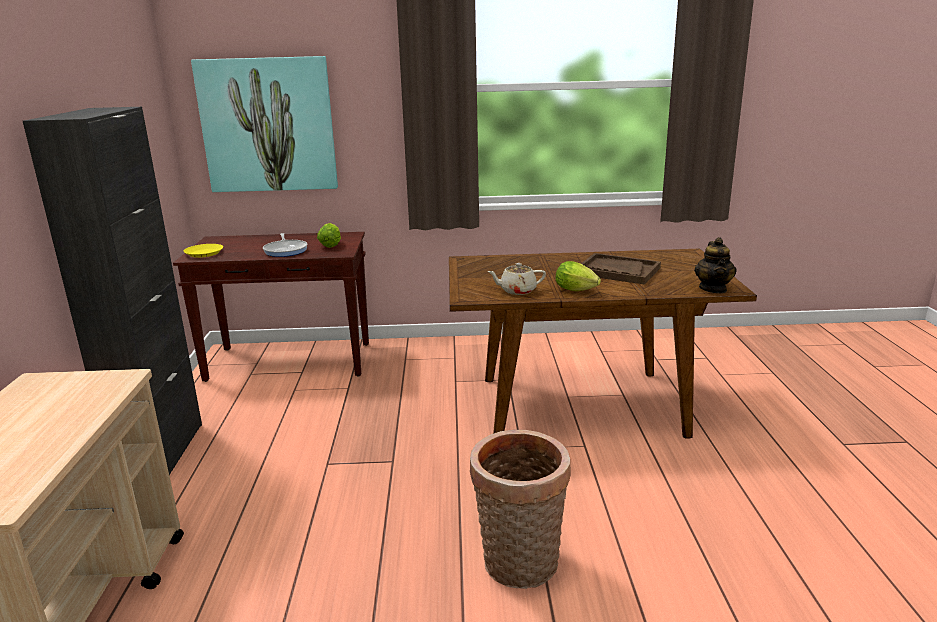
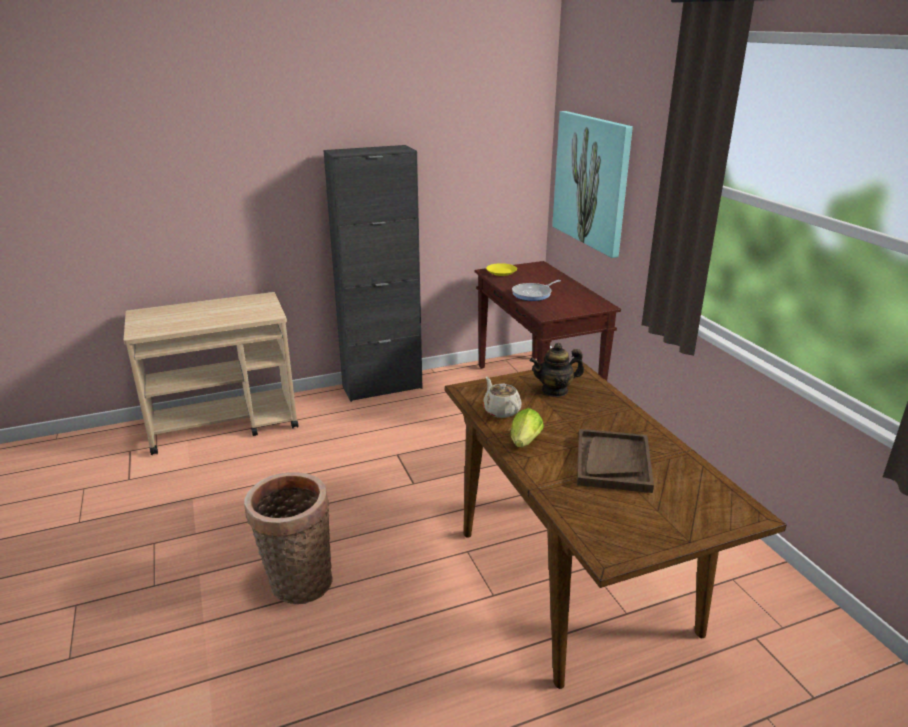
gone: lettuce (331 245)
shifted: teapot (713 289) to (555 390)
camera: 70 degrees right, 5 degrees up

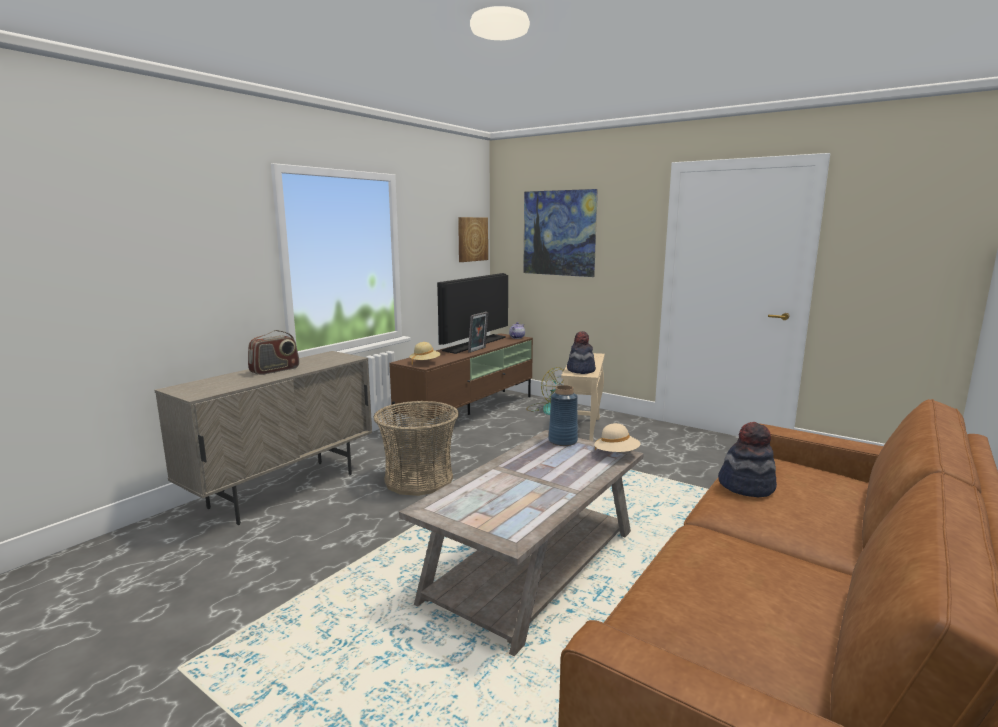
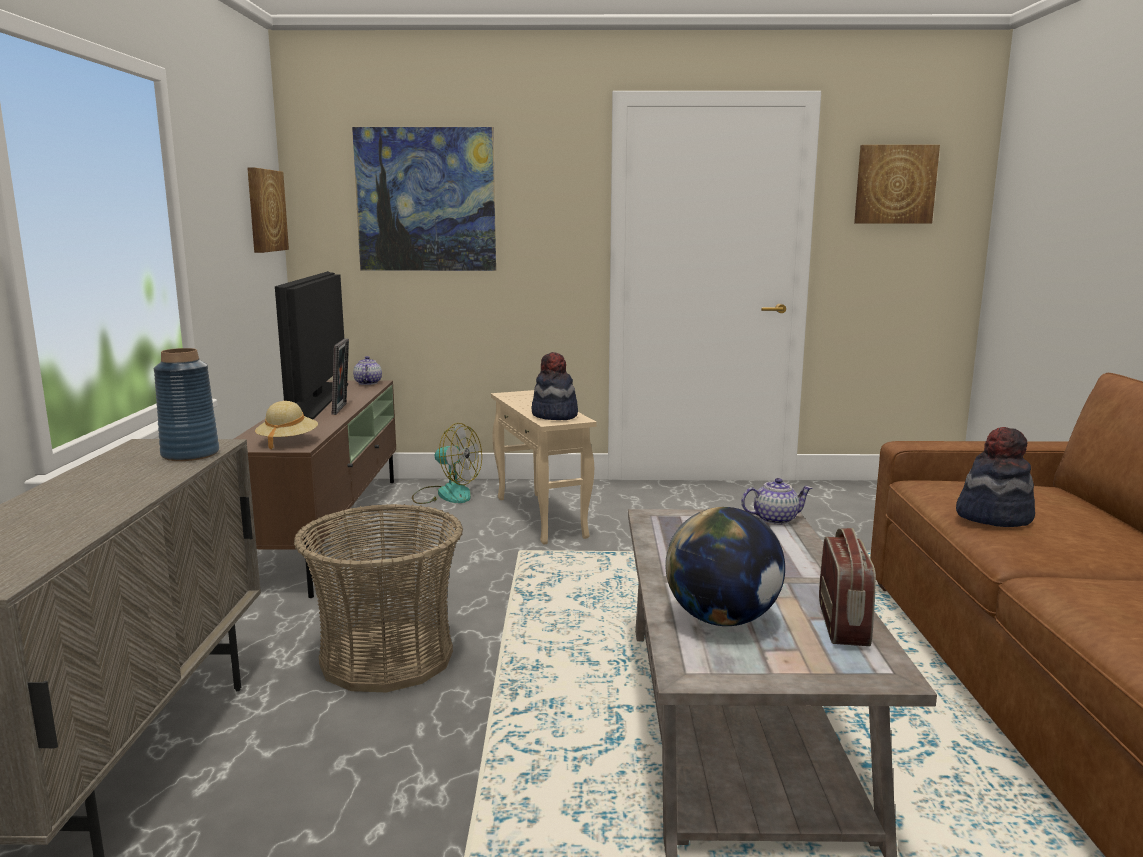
new: picture (895 184); globe (722 619)
shifted: radio (275 370) to (843 624); blue vase (562 441) to (190 454)
swapped: beige hat (616 454) to teapot (775 519)
camera: 35 degrees left, 0 degrees up

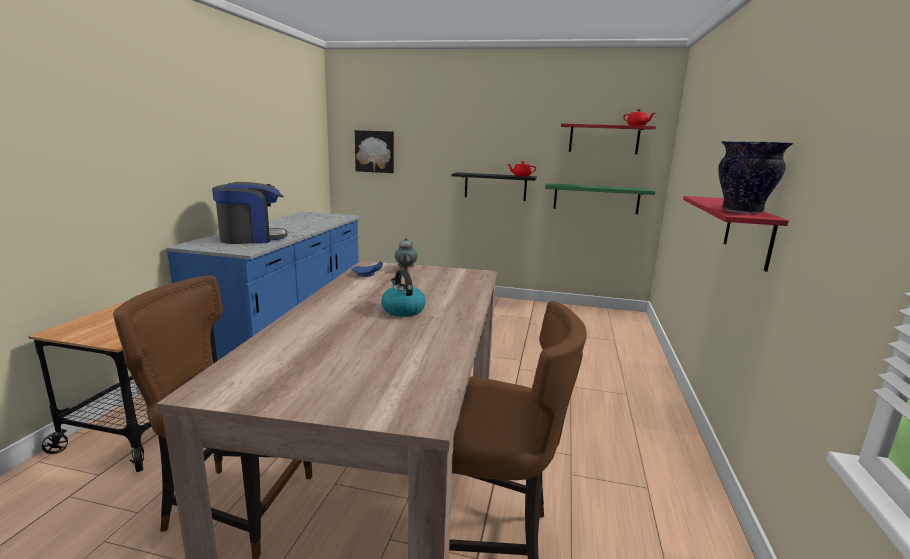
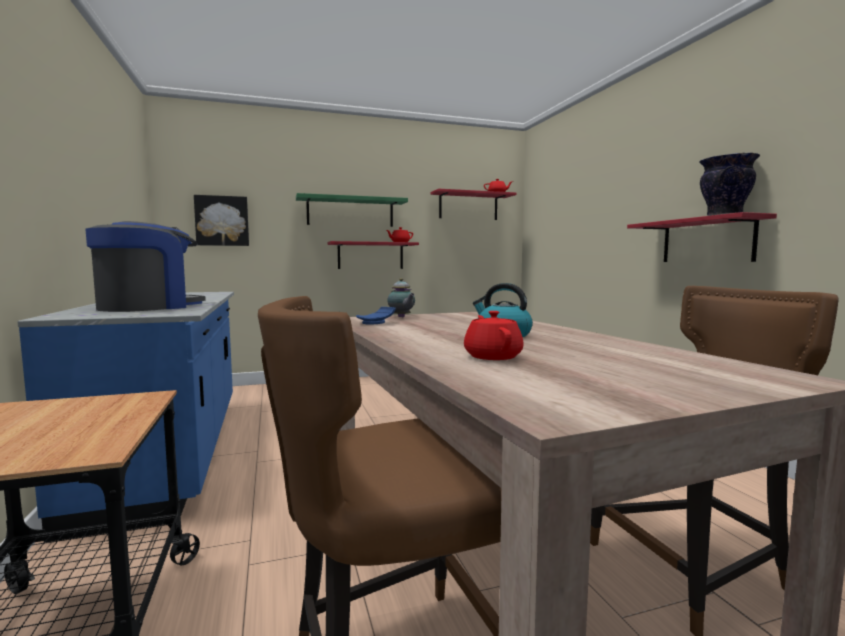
new: red teapot (492 356)
shifted: green shelf (596 198) to (350 212)
repainted: black shelf (495 186) to red shelf (370 255)
camera: 30 degrees left, 10 degrees down

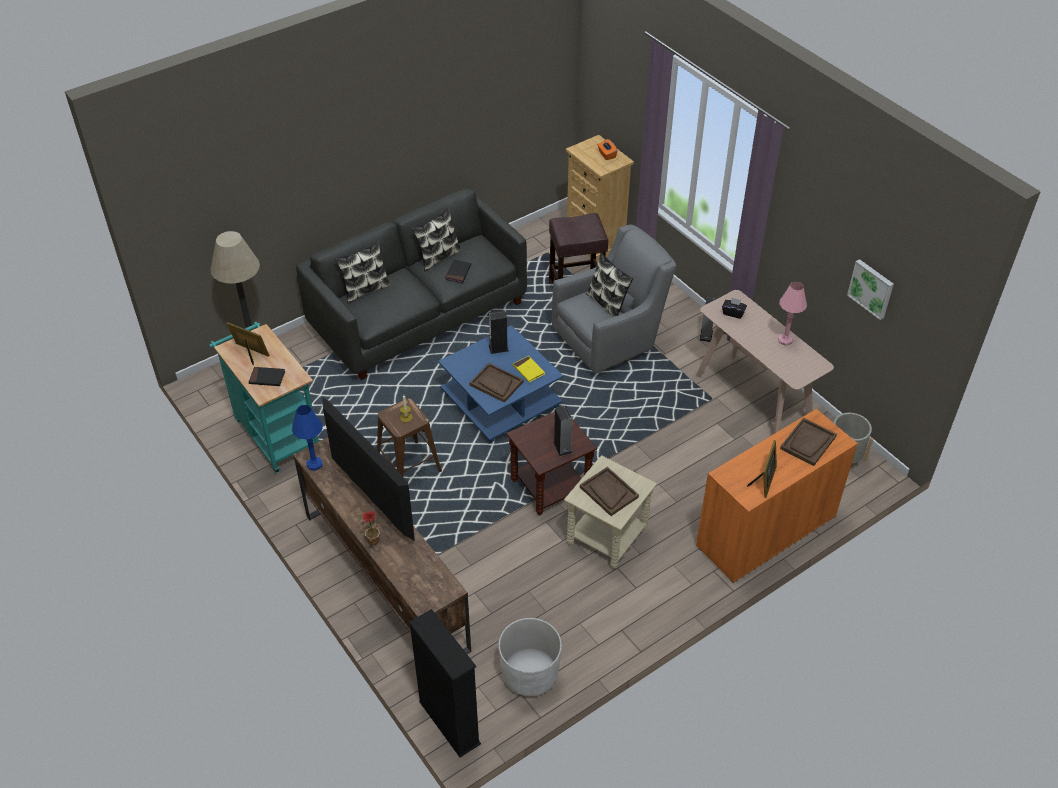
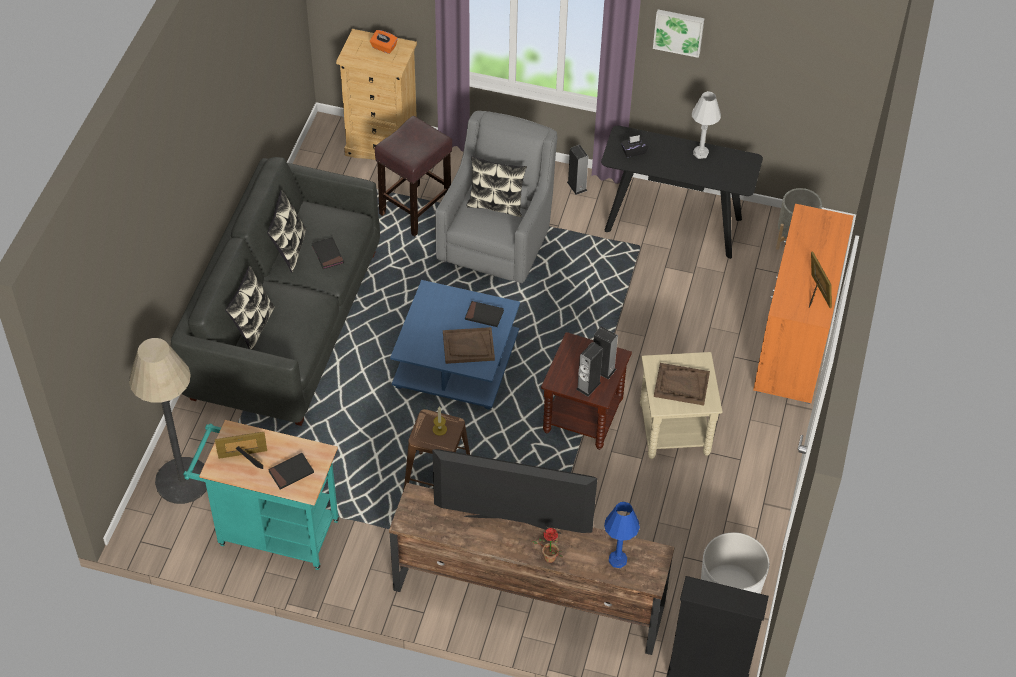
gone: brown tray (808 443)
shifted: picture (871 288) to (678 31); speaker (498 348) to (588 386); blue table lamp (314 464) to (617 560)
repainted: pink table lamp (785 340) to white table lamp (700 153); beige console table (753 398) to black console table (673 224); yellow book (528 370) to black book (484 315)
camera: 40 degrees left, 5 degrees up

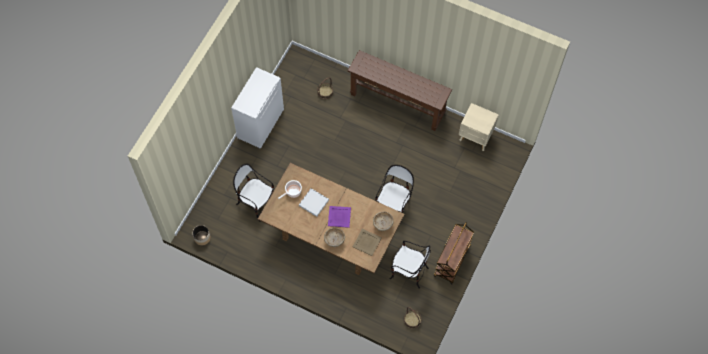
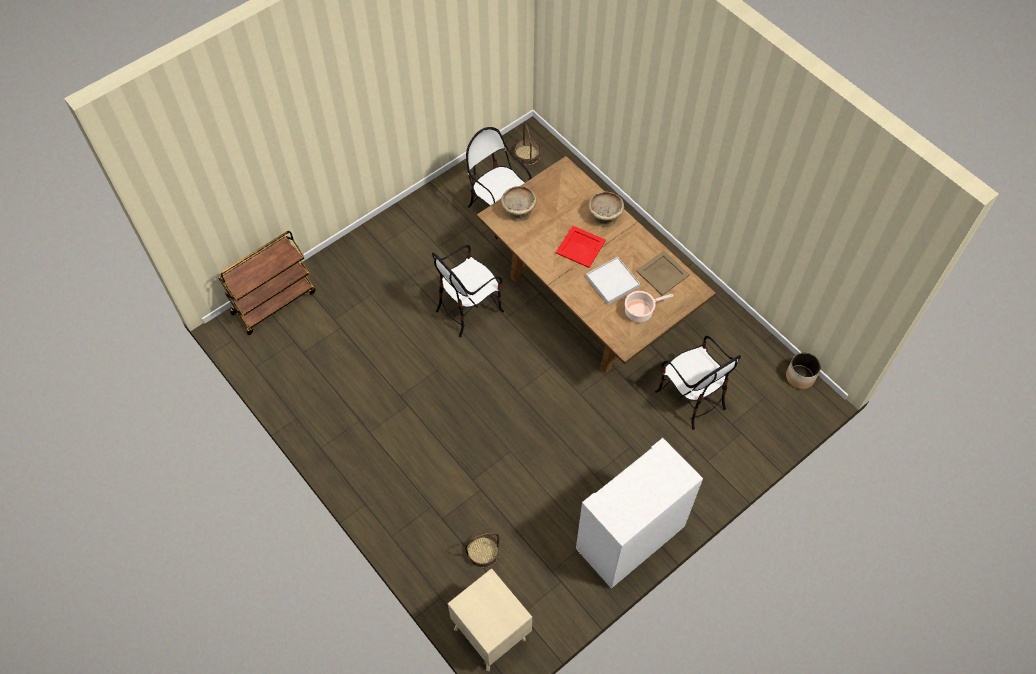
gone: brown console table (397 103)
shifted: beige nightstand (476 137) to (490 632); brown cart (452 261) to (274 302); beige tray (366 242) to (663 273)
repainted: purple tray (339 217) to red tray (580 246)
camera: 155 degrees left, 5 degrees down

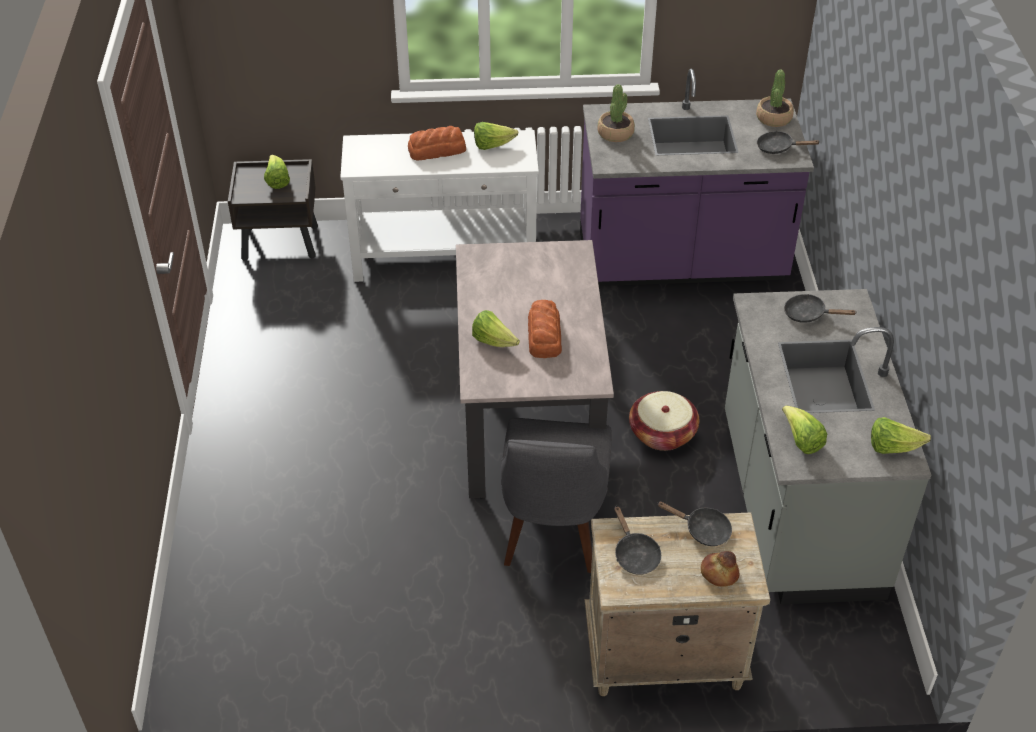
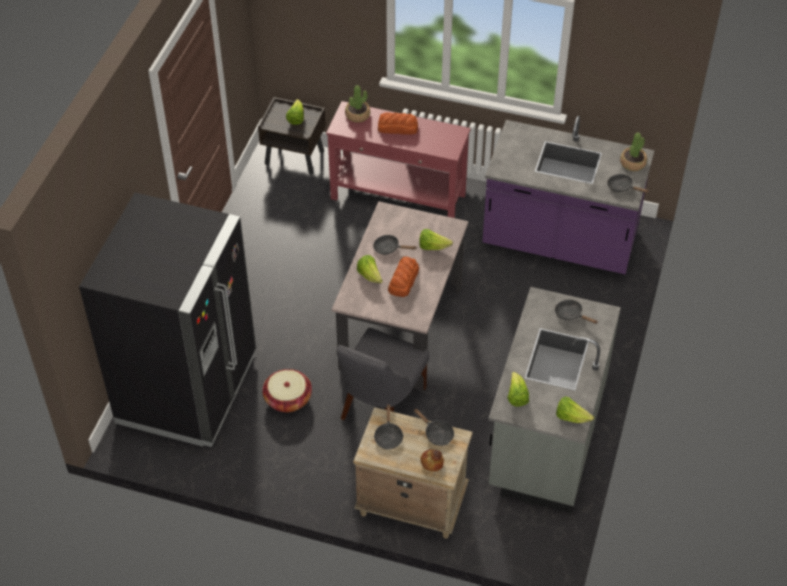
new: black fridge (187 389); black frying pan (389 248)
shifted: potted plant (615 133) to (357 115); lettuce (492 145) to (432 247); basket (662 433) to (288 399)
repainted: white console table (445 258) to red console table (398 197)
camera: 20 degrees right, 5 degrees up

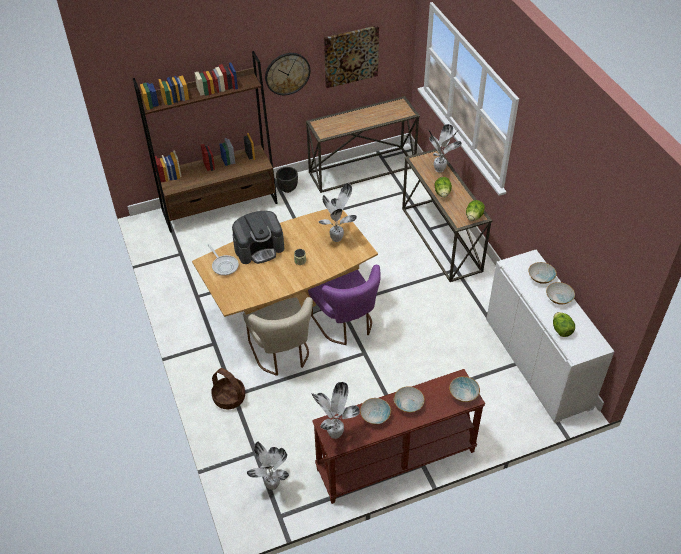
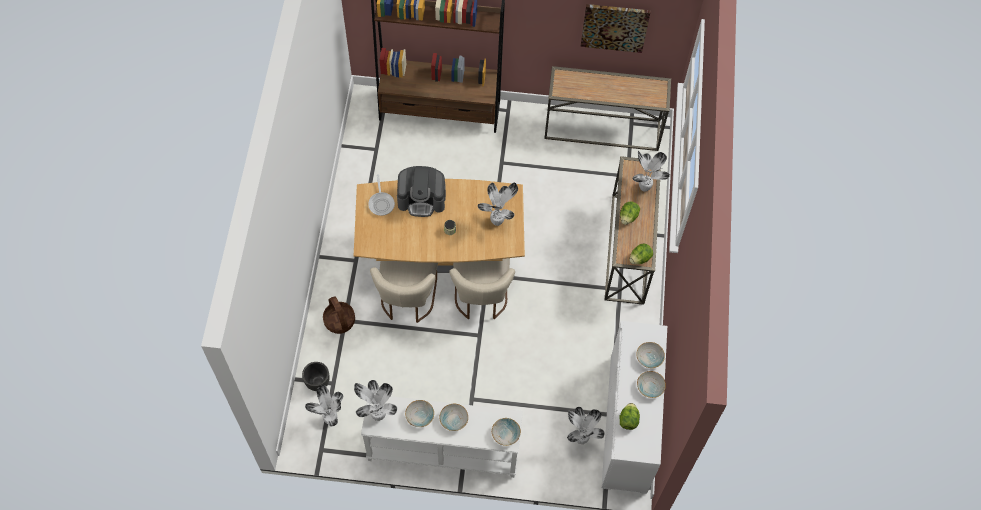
gone: wall clock (287 73)
new: potted plant (580 439)
shifted: black planter (287 189) to (317 382)
repainted: purple chair (346 325) to beige chair (481 299); brown console table (396 461) to white console table (443 451)
camera: 25 degrees right, 15 degrees up

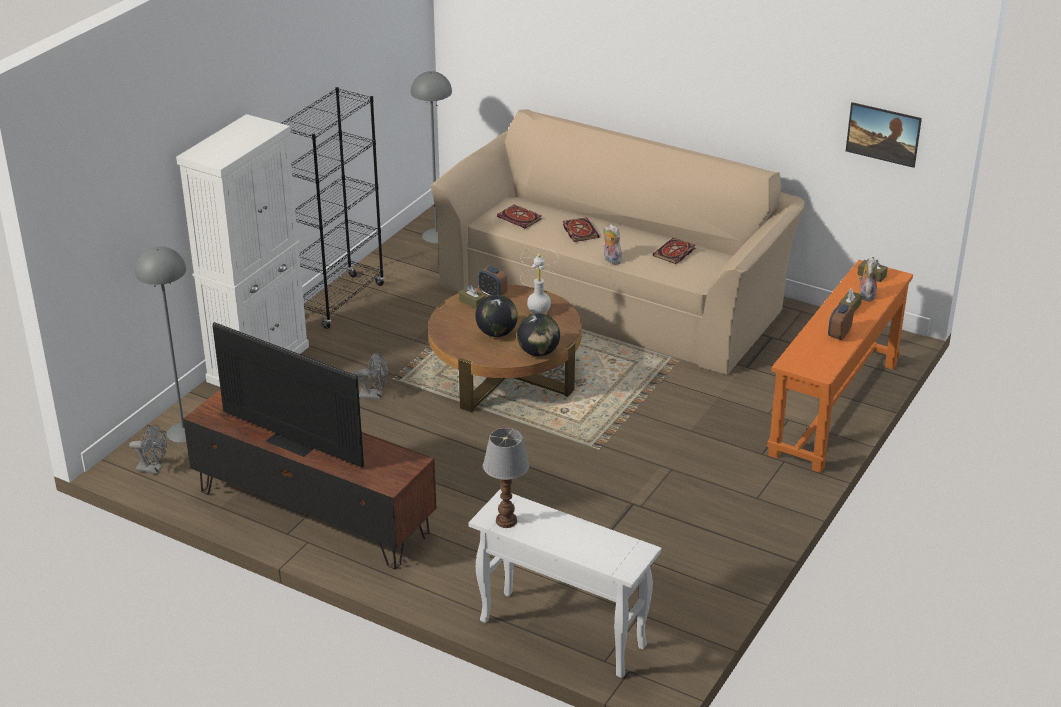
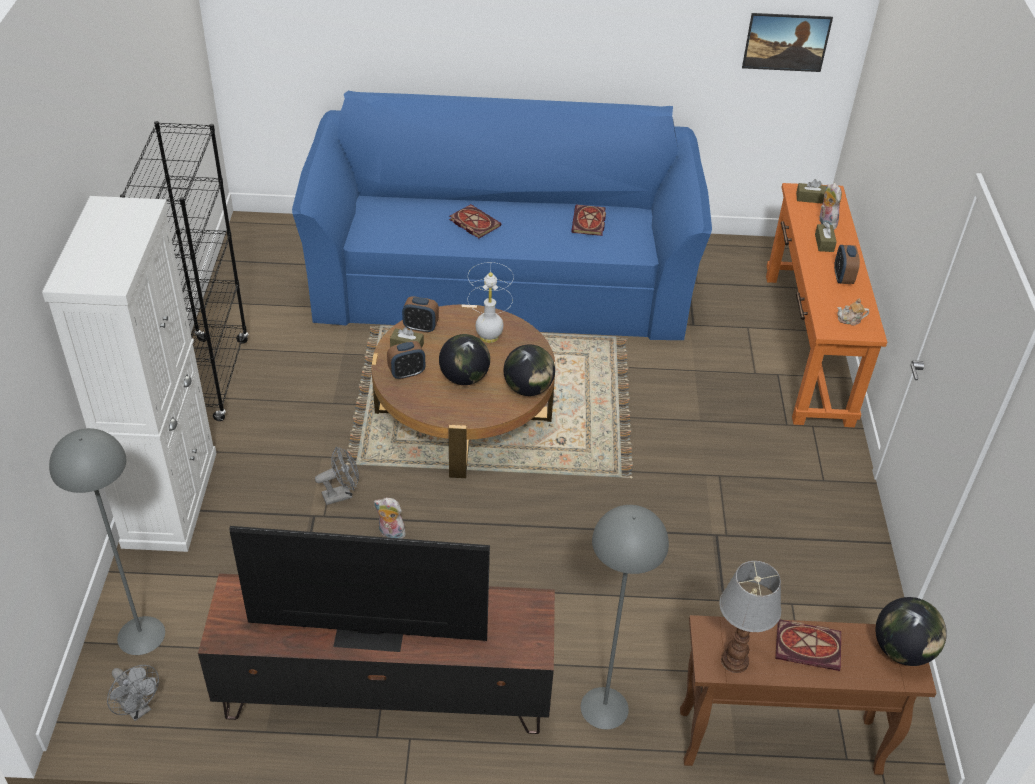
new: teapot (850 320); alarm clock (406 373); globe (902 650)
shifted: grey floor lamp (436 235) to (604 707); book (520 218) to (809 646); plush toy (611 260) to (390 534)
repainted: beige sofa (615 293) to blue sofa (502 276); white console table (561 634) to brown console table (777 742)
rotated: grey fan (153 469) = (138 709) 60 degrees clockwise
camera: 30 degrees left, 10 degrees up

